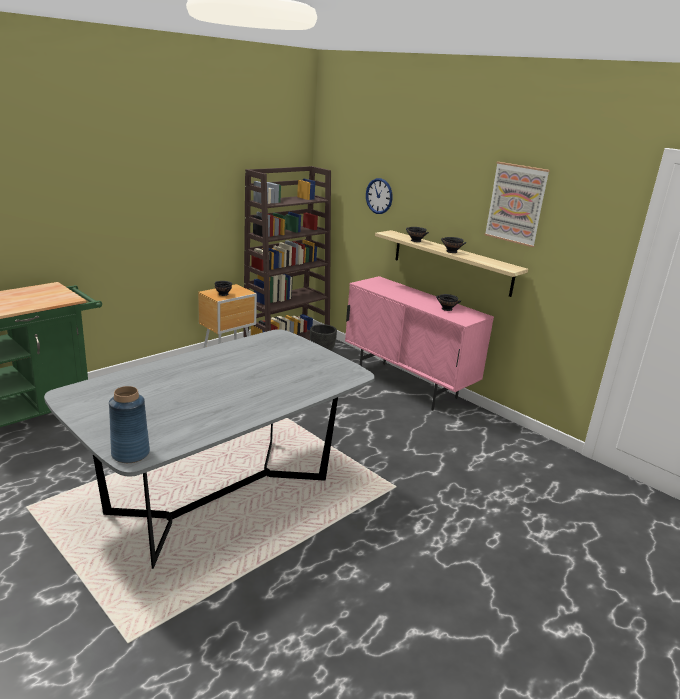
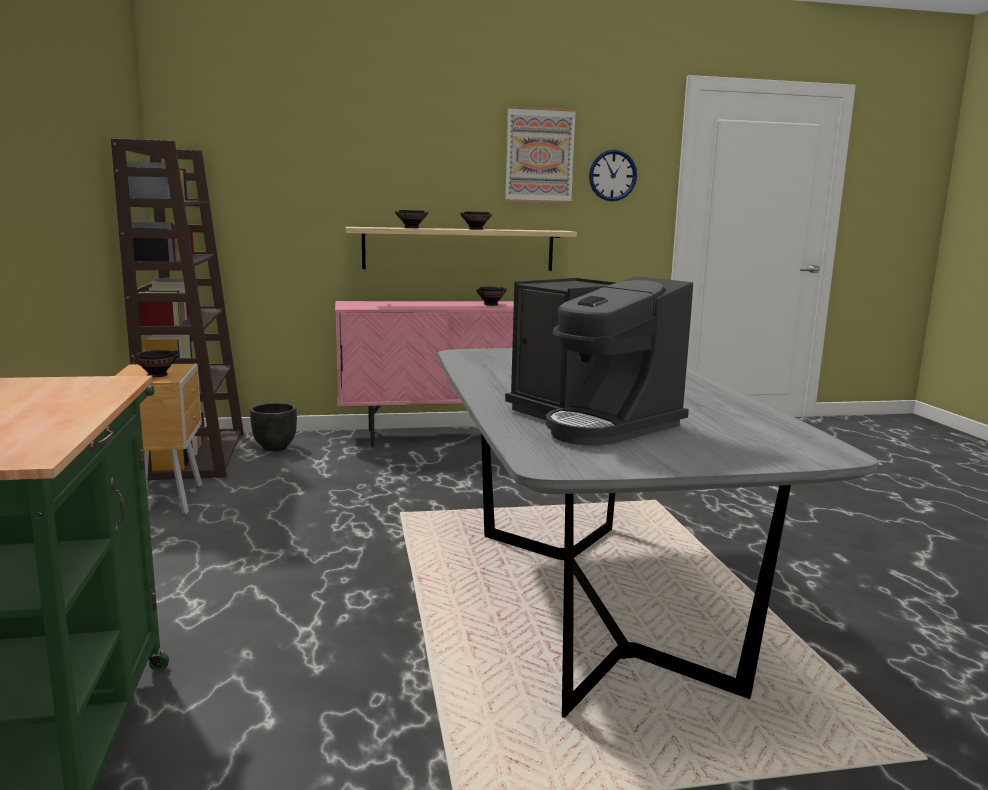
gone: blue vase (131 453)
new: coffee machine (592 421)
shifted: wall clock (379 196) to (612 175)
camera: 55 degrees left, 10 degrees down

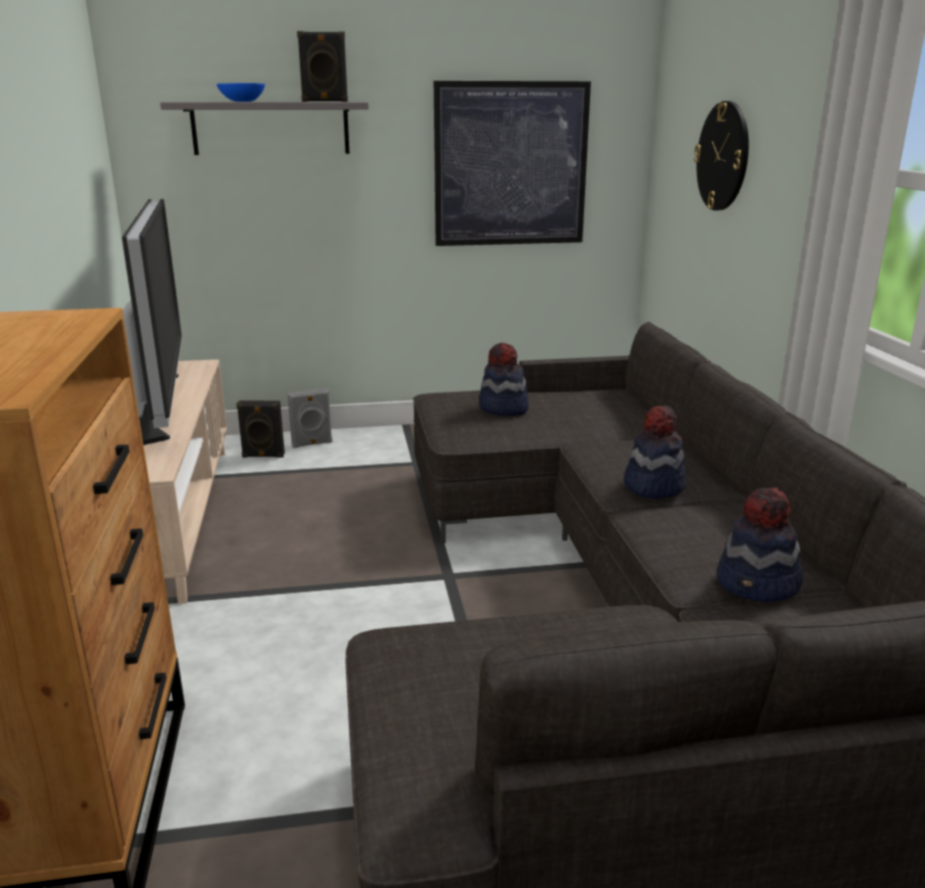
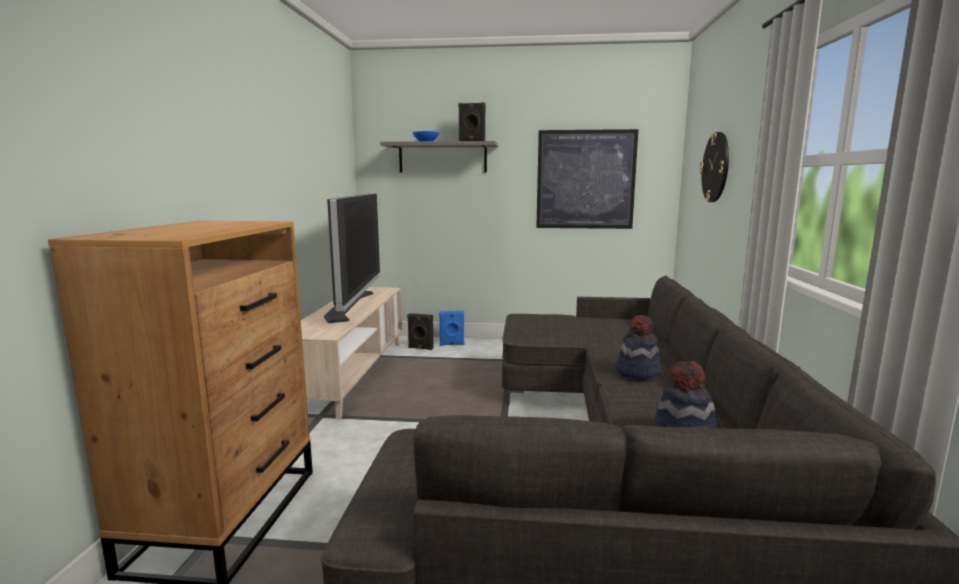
gone: hat (503 409)
repainted: grey speaker (312 444) to blue speaker (452 344)
camera: 15 degrees right, 10 degrees down

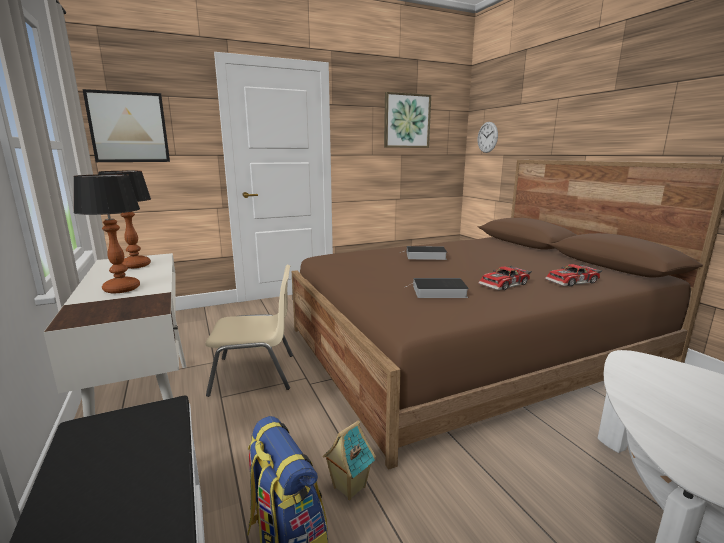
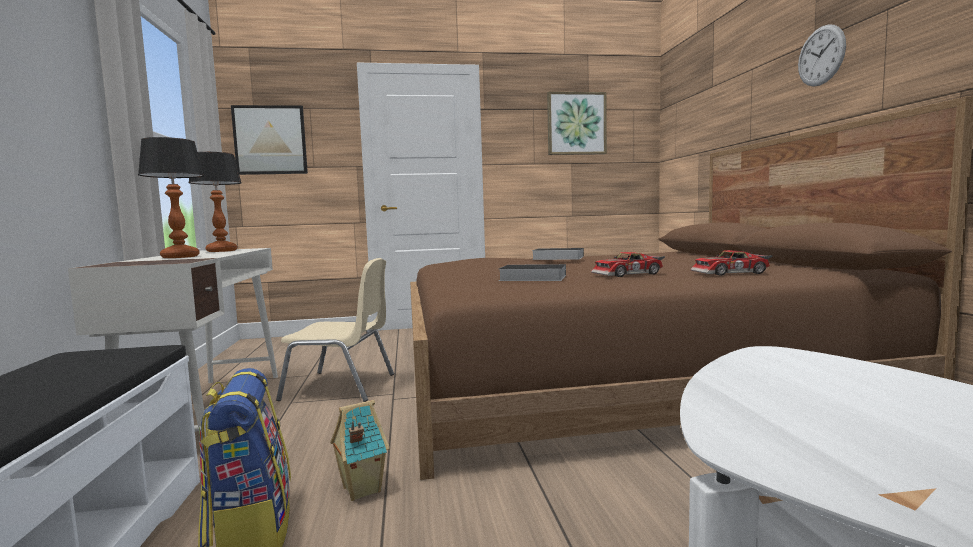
shifted: wall clock (487 137) to (821 56)
camera: 15 degrees right, 10 degrees down

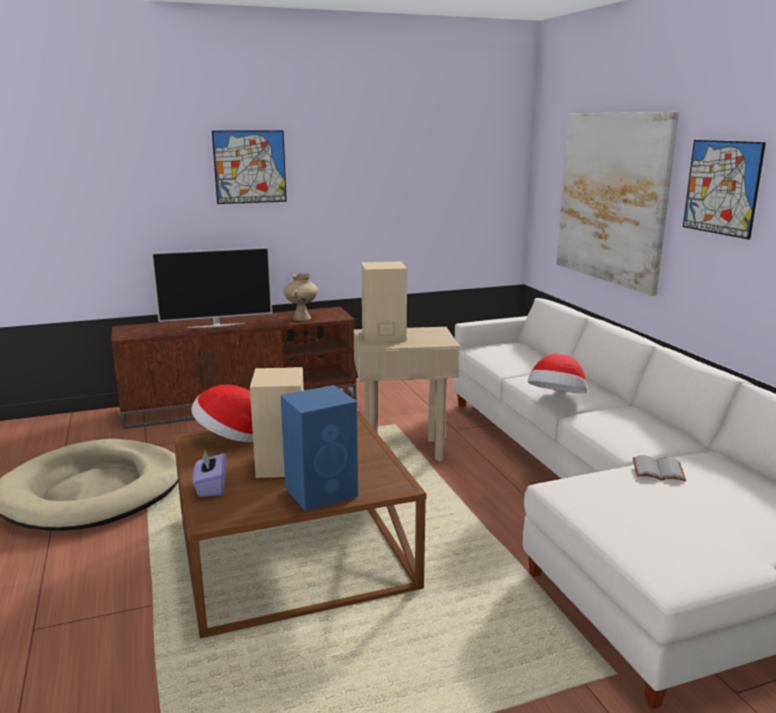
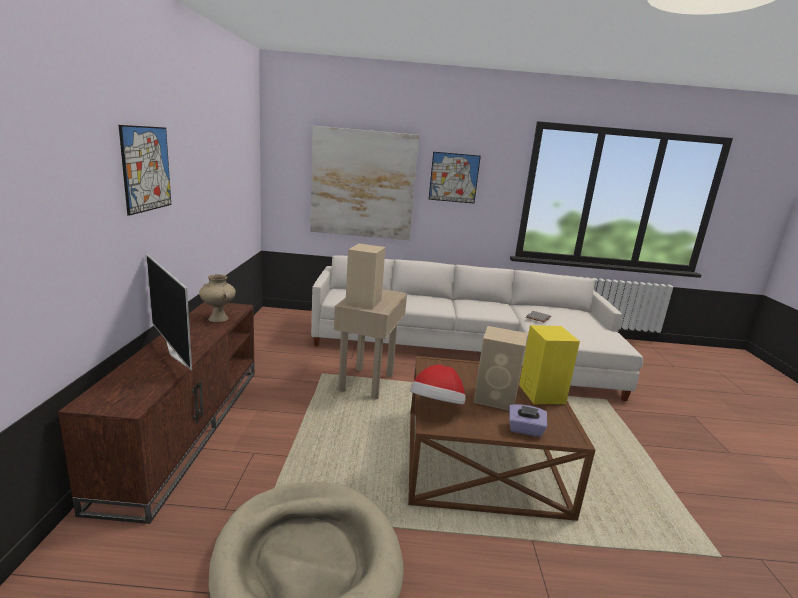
gone: hat (557 399)
repainted: blue speaker (323 492) to yellow speaker (541 393)
rotated: television (217 325) = (177 353) 135 degrees clockwise
camera: 70 degrees left, 0 degrees up

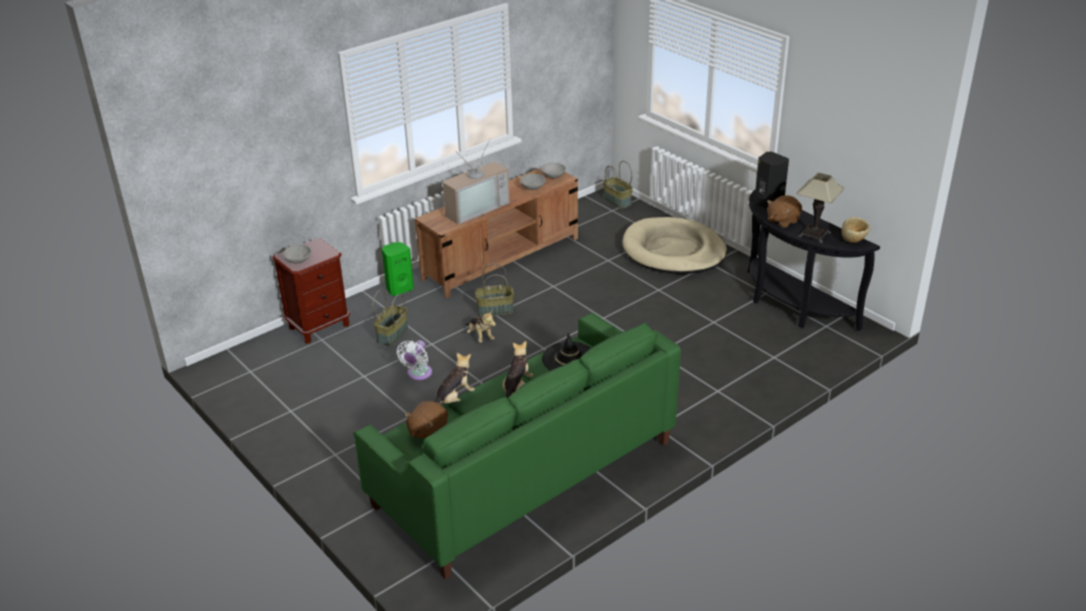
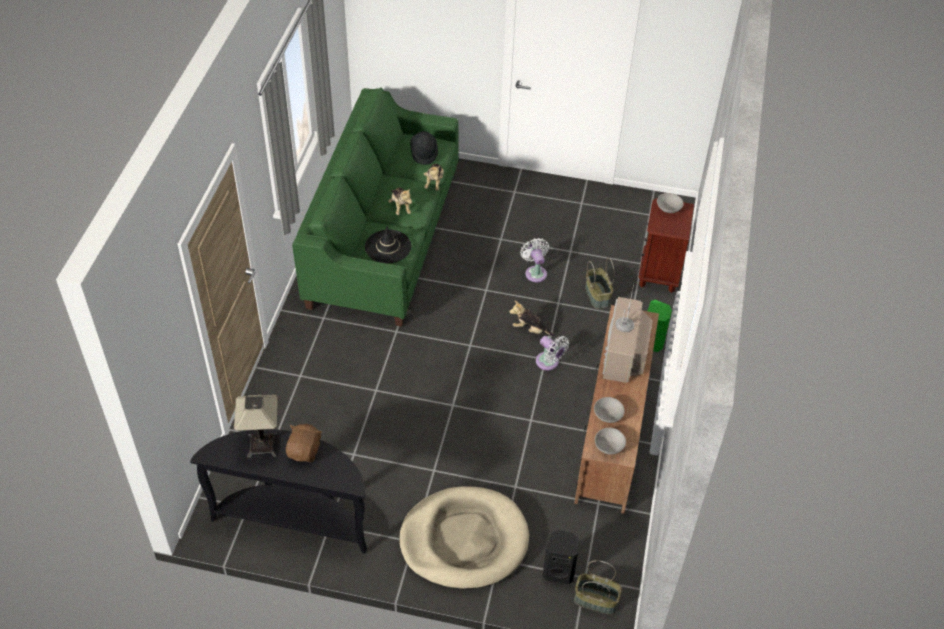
gone: beige bowl (853 240)
shifted: black speaker (767 203) to (558 571)
swapped: basket (495 310) to white fan (549 363); brown plush toy (427 432) to black hat (424 153)
camera: 140 degrees right, 15 degrees up

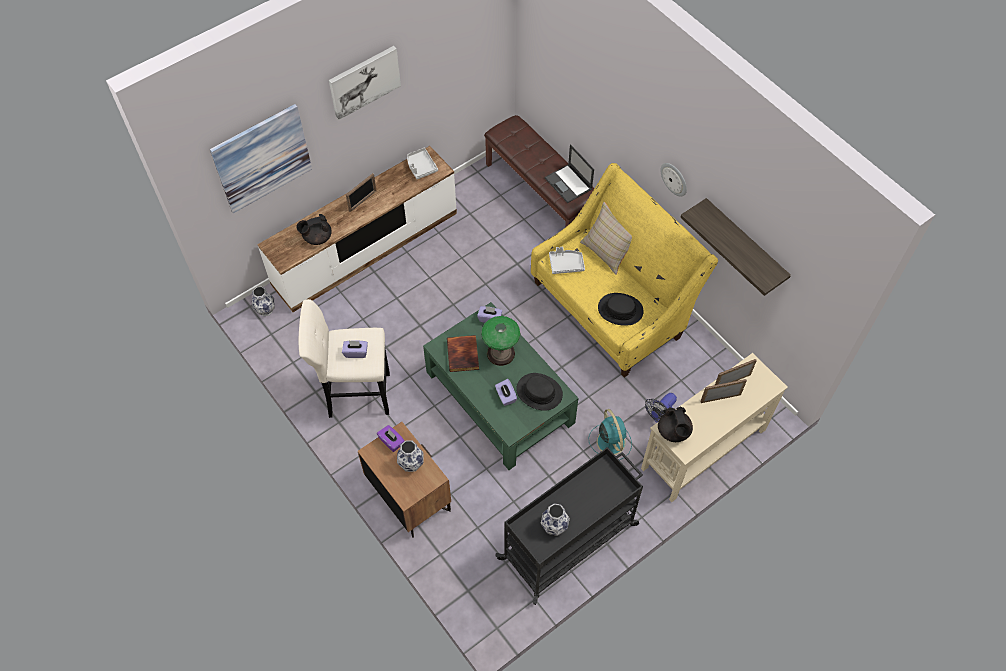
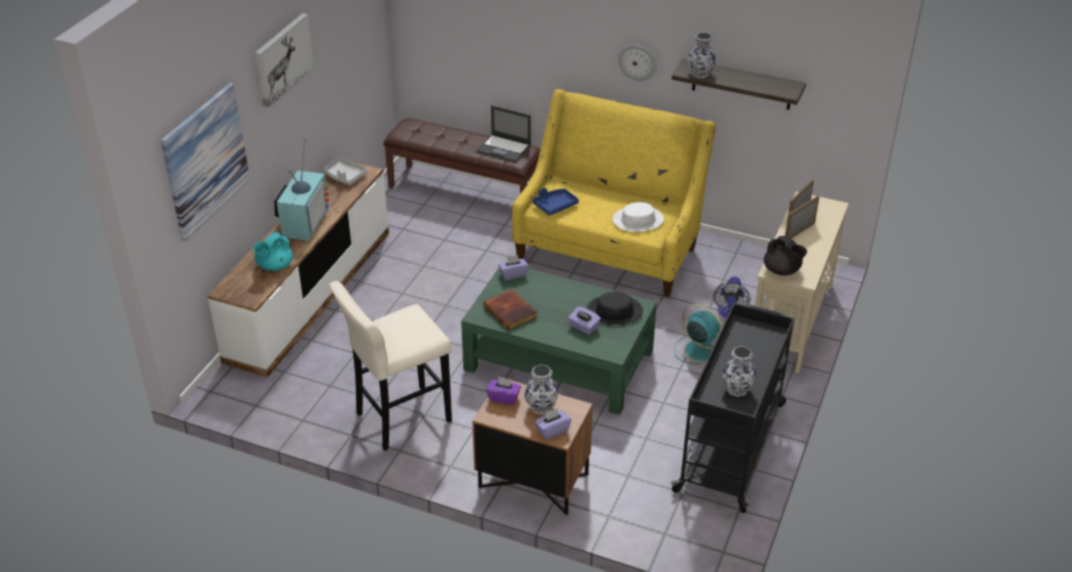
gone: beige pillow (608 251); table lamp (500 353)
shifted: vase (265 310) to (700 74); purple tissue box (356 352) to (552 430)
swapped: picture frame (363 201) to television (302 221)
repainted: black teapot (317 237) to turquoise teapot (274 266); grey tray (566 264) to blue tray (555 206); black hat (620 309) to white hat (638 220)
camera: 30 degrees left, 20 degrees down

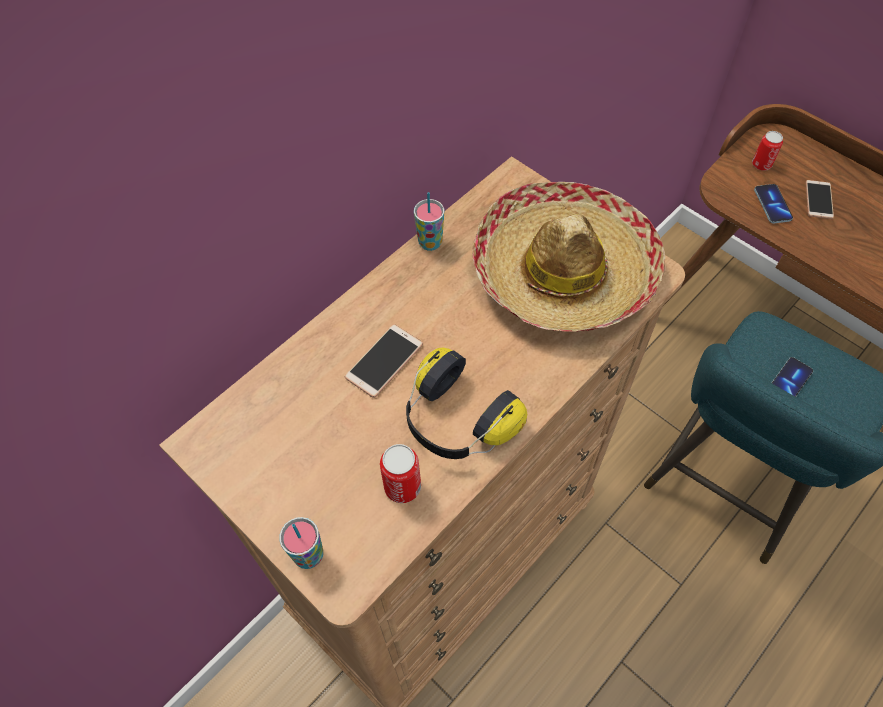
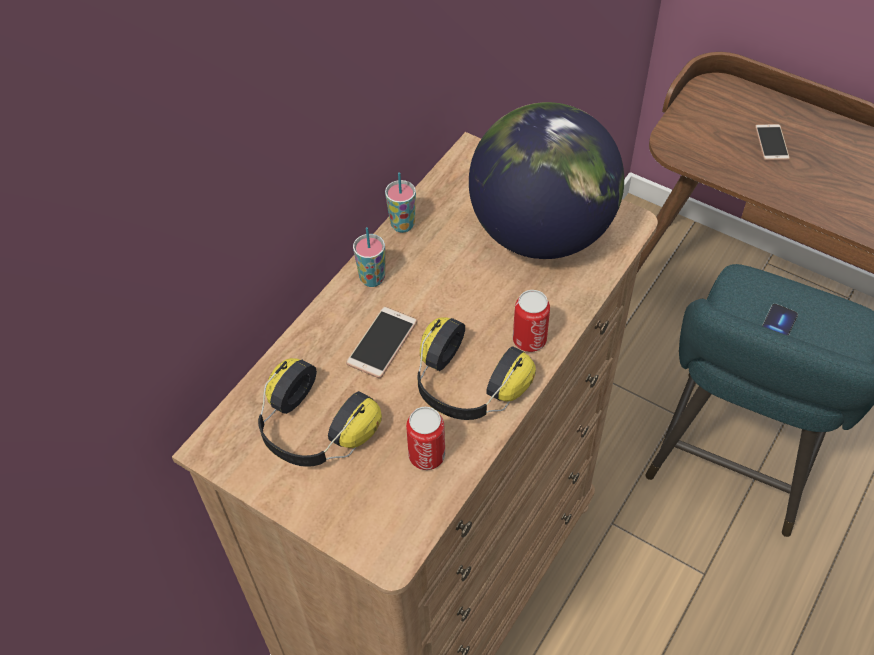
gone: phone (772 205)
new: headphones (313 431)
shifted: can (761 164) to (529 340); cup (309 555) to (372 279)
swapped: hat (564 271) to globe (540 233)
camera: 10 degrees left, 5 degrees down

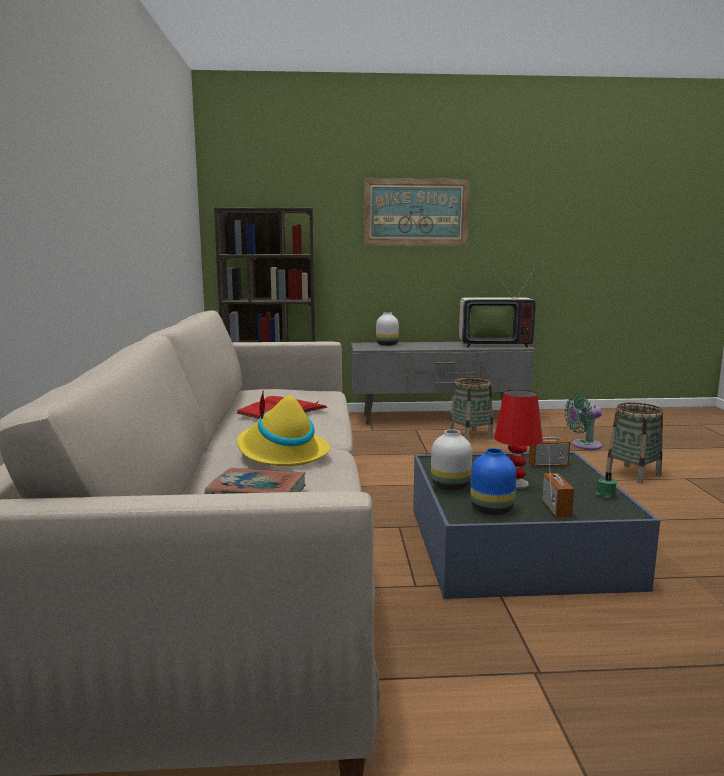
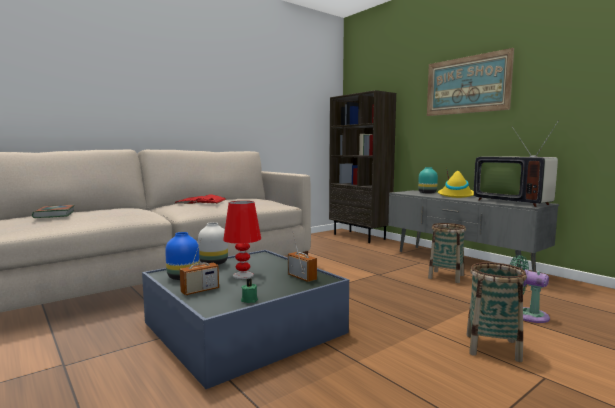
shifted: yellow hat (281 453) to (456 195)
repainted: white vase (386 345) to turquoise vase (426 193)
camera: 55 degrees right, 5 degrees down

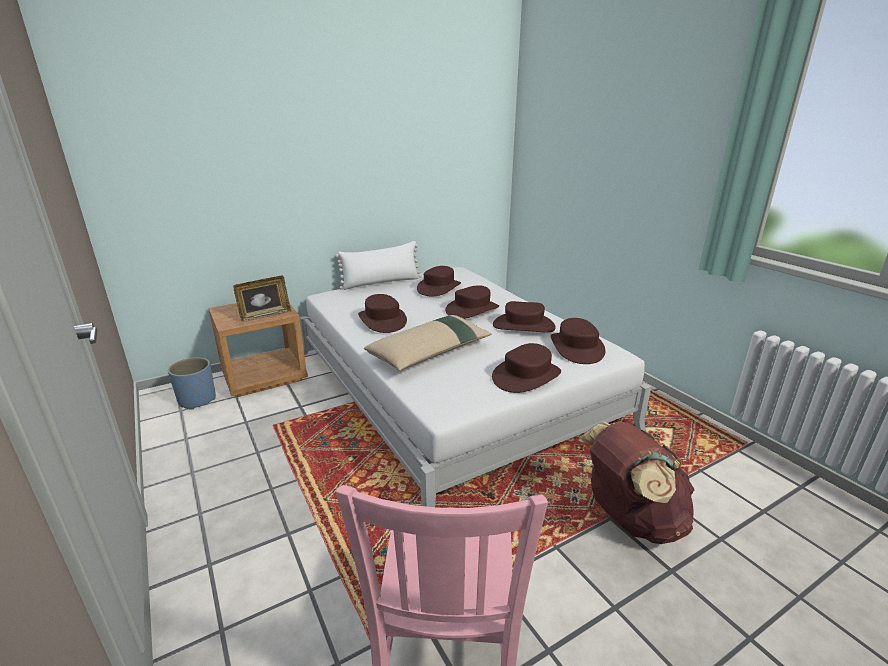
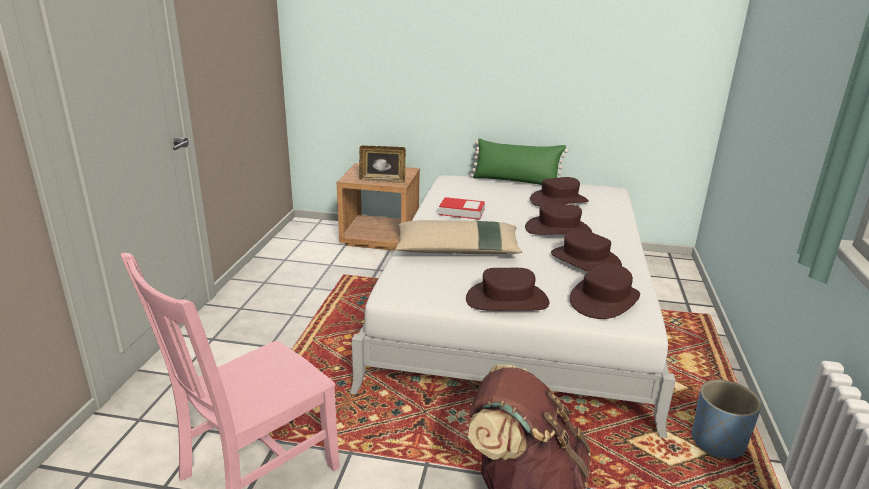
shifted: blue planter (197 400) to (717 442)
swapped: brown hat (382 320) to book (461 212)
repainted: white pillow (381 283) to green pillow (516 181)
camera: 40 degrees right, 0 degrees up

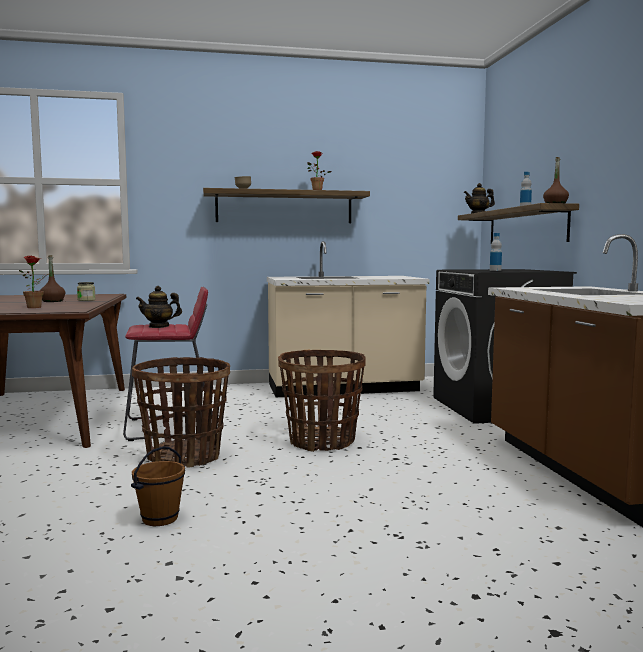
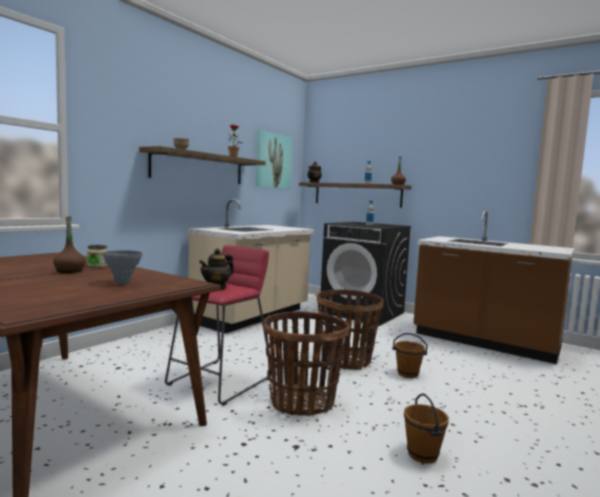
new: picture (273 161); brown bucket (407 374)
swapped: potted plant (37 307) to grey vase (123 283)
camera: 45 degrees left, 0 degrees up

